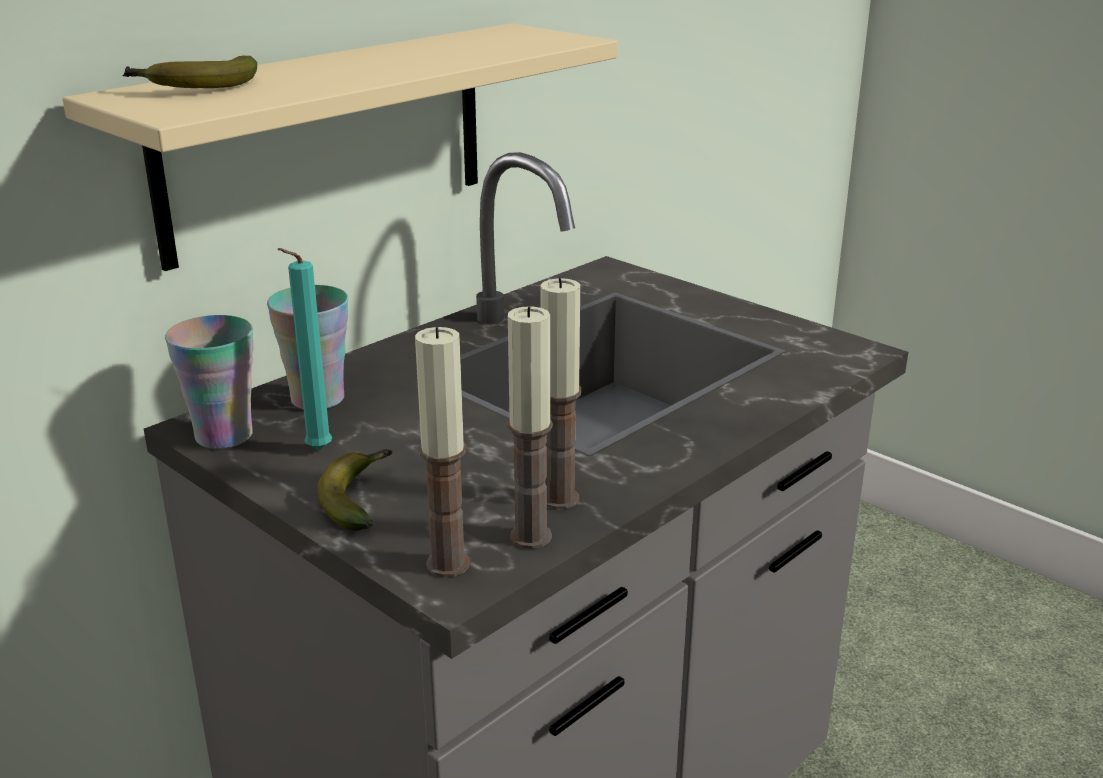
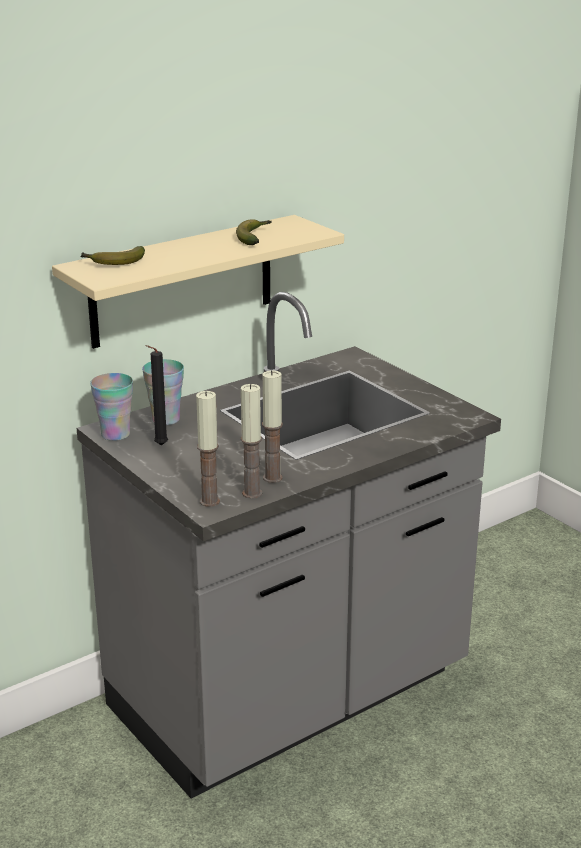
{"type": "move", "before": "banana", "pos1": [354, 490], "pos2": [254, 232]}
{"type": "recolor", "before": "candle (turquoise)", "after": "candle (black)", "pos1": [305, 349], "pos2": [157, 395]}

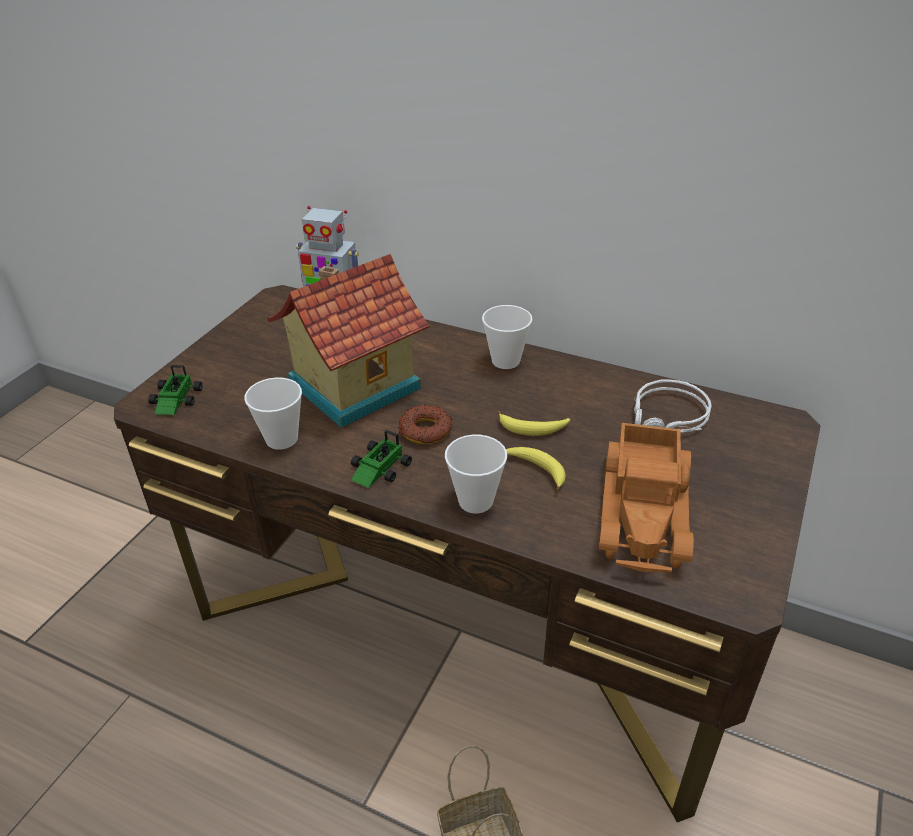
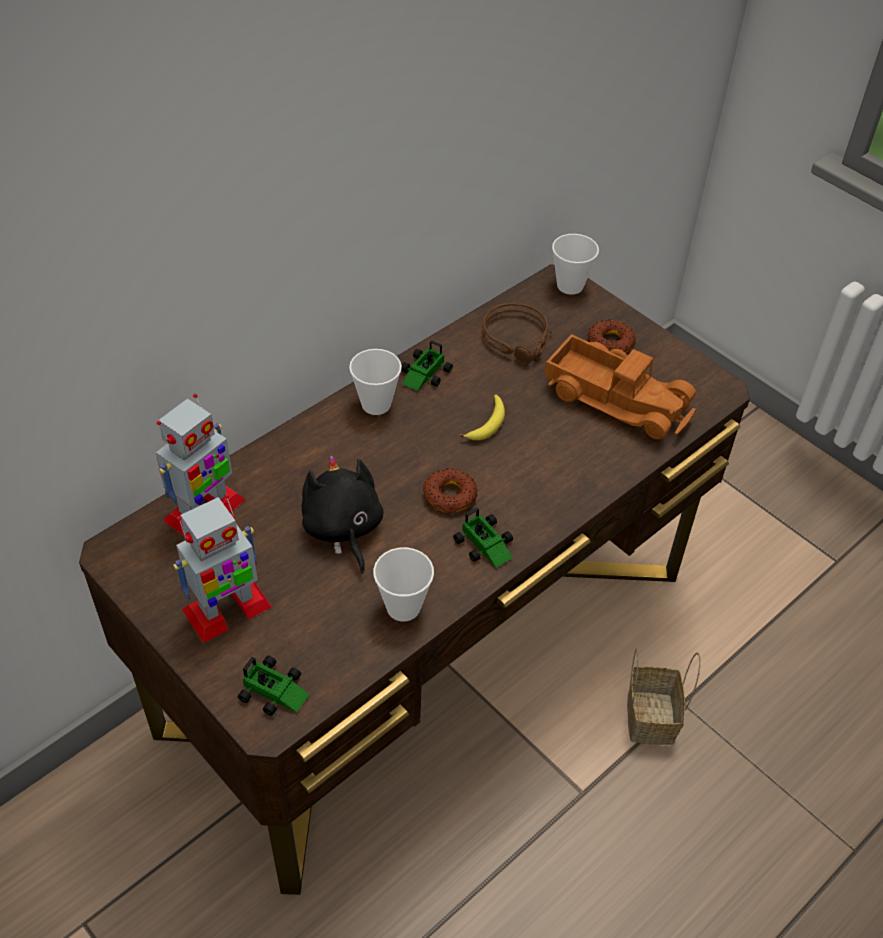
{"type": "delete", "before": "banana", "pos1": [536, 469]}
{"type": "insert", "after": "toy robot", "pos2": [222, 568]}
{"type": "insert", "after": "toy car", "pos2": [427, 365]}
{"type": "insert", "after": "donut", "pos2": [612, 336]}
{"type": "move", "before": "cup", "pos1": [476, 474], "pos2": [575, 264]}
{"type": "replace", "before": "toy house", "after": "plush toy (black)", "pos1": [348, 341], "pos2": [342, 515]}
{"type": "recolor", "before": "headphones (grey)", "after": "headphones (brown)", "pos1": [672, 406], "pos2": [518, 333]}

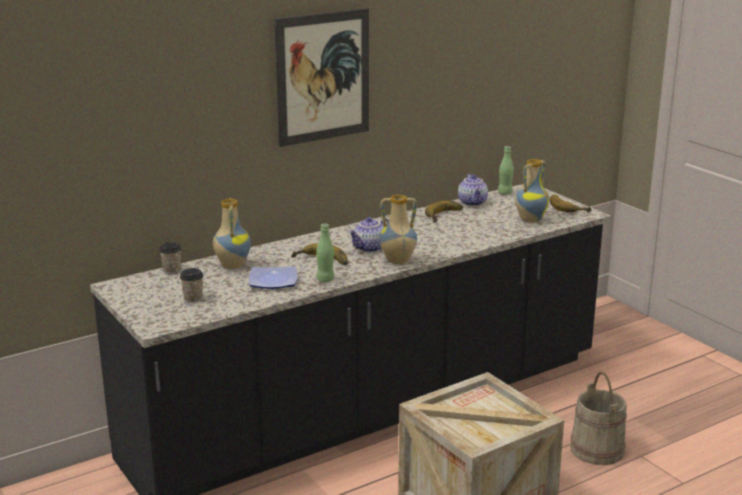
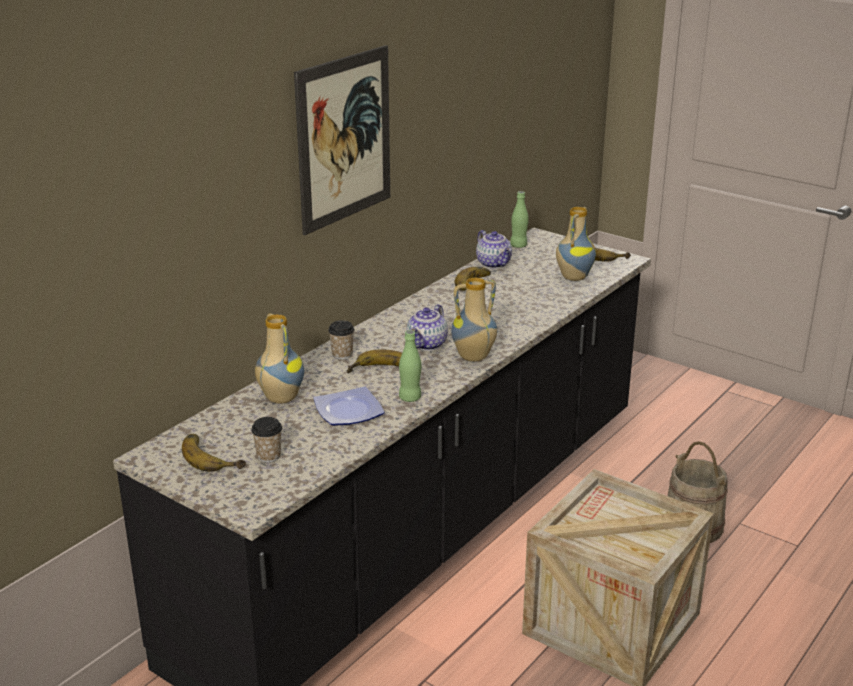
{"type": "insert", "after": "banana", "pos2": [214, 453]}
{"type": "move", "before": "cup", "pos1": [170, 258], "pos2": [341, 339]}

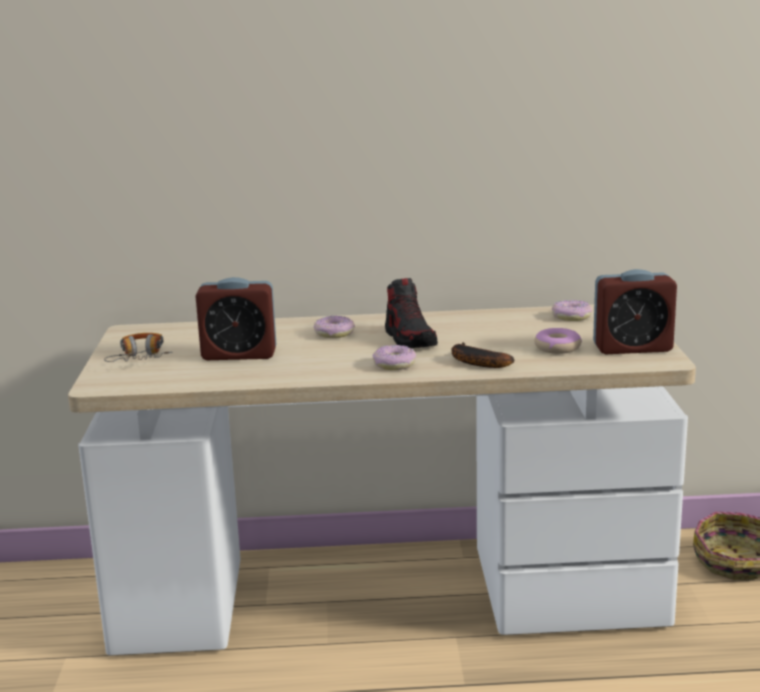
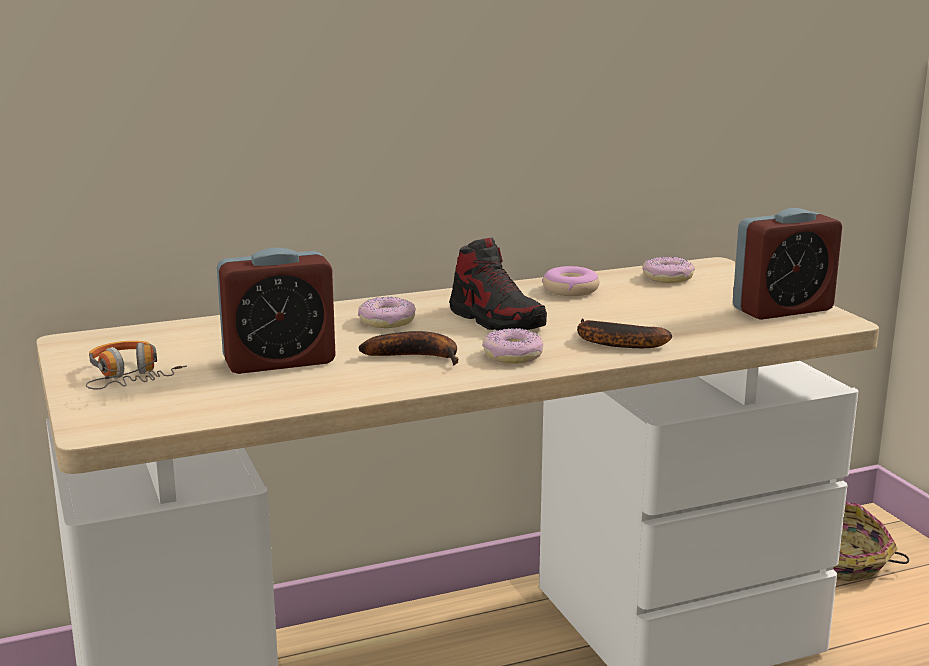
{"type": "insert", "after": "banana", "pos2": [408, 348]}
{"type": "move", "before": "donut", "pos1": [558, 341], "pos2": [571, 281]}

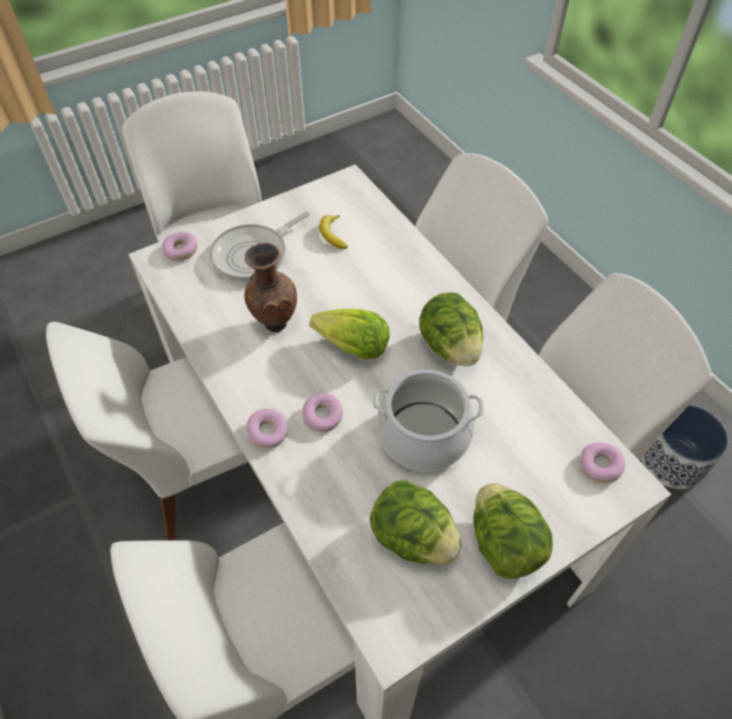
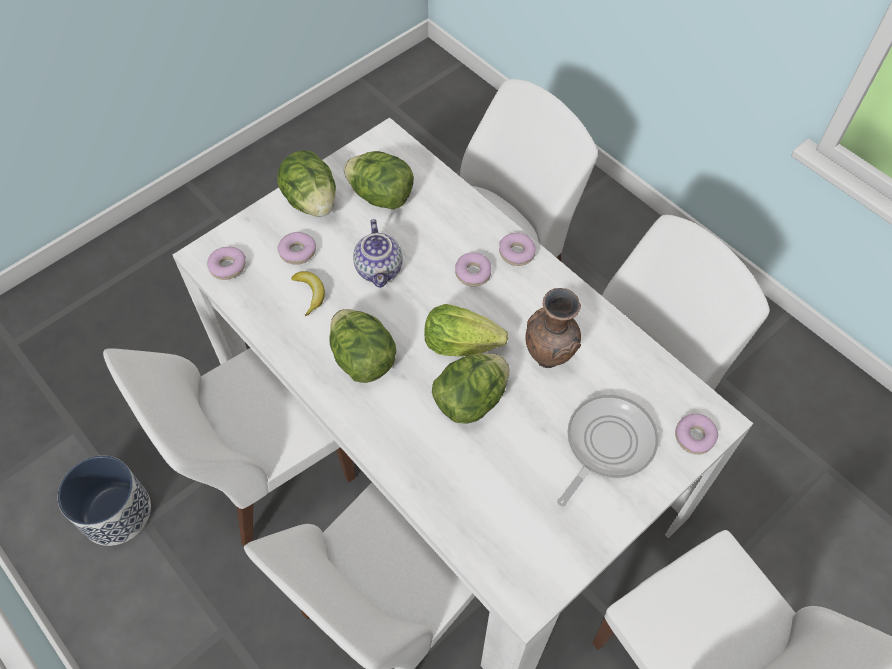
{"type": "insert", "after": "donut", "pos2": [297, 248]}
{"type": "insert", "after": "lettuce", "pos2": [470, 388]}
{"type": "move", "before": "banana", "pos1": [333, 232], "pos2": [308, 293]}
{"type": "replace", "before": "cooking pot", "after": "teapot", "pos1": [428, 420], "pos2": [378, 253]}

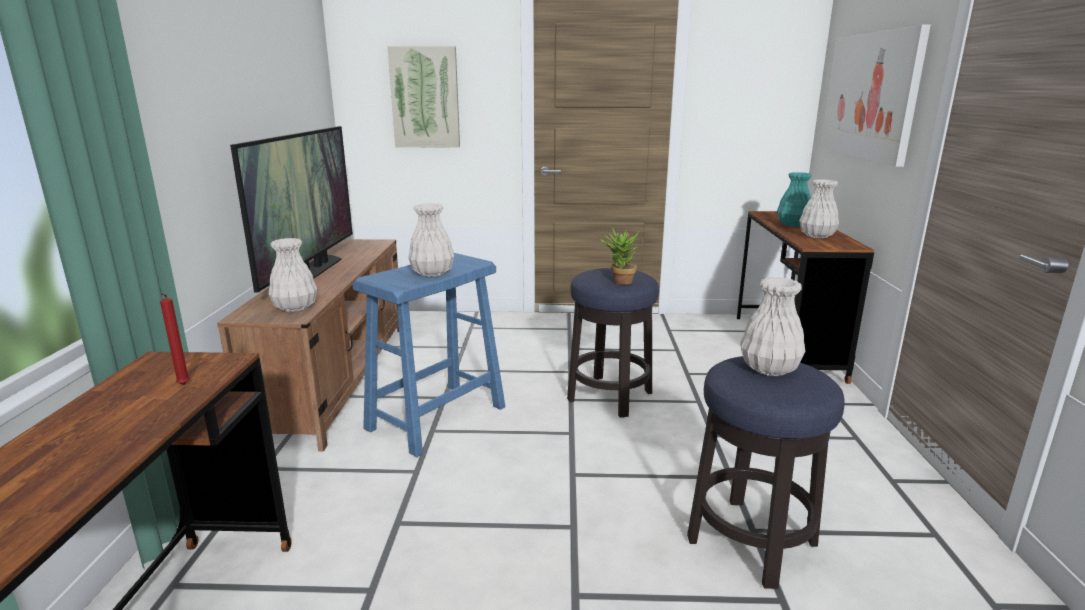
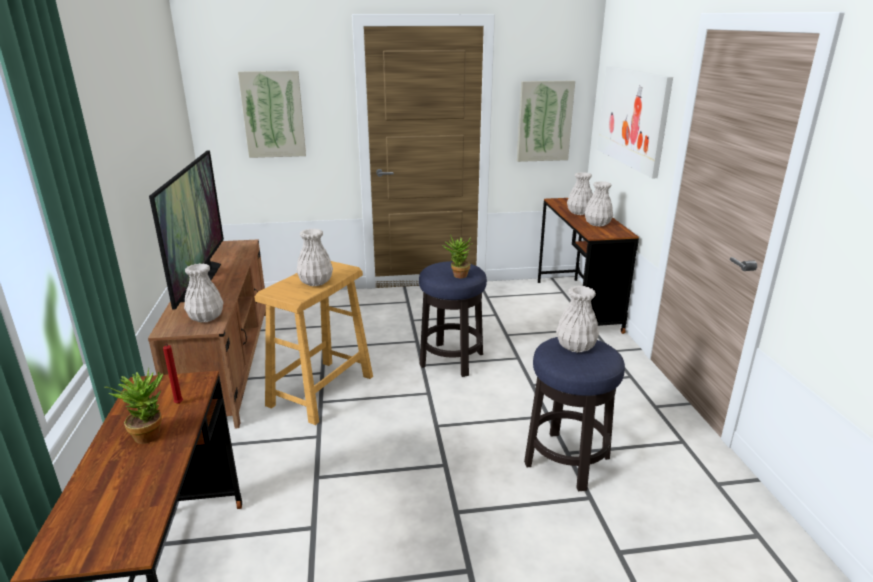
{"type": "insert", "after": "potted plant", "pos2": [133, 406]}
{"type": "insert", "after": "picture", "pos2": [546, 121]}
{"type": "recolor", "before": "stool (blue)", "after": "stool (beige)", "pos1": [429, 355], "pos2": [314, 343]}
{"type": "recolor", "before": "vase (turquoise)", "after": "vase (white)", "pos1": [794, 199], "pos2": [580, 193]}

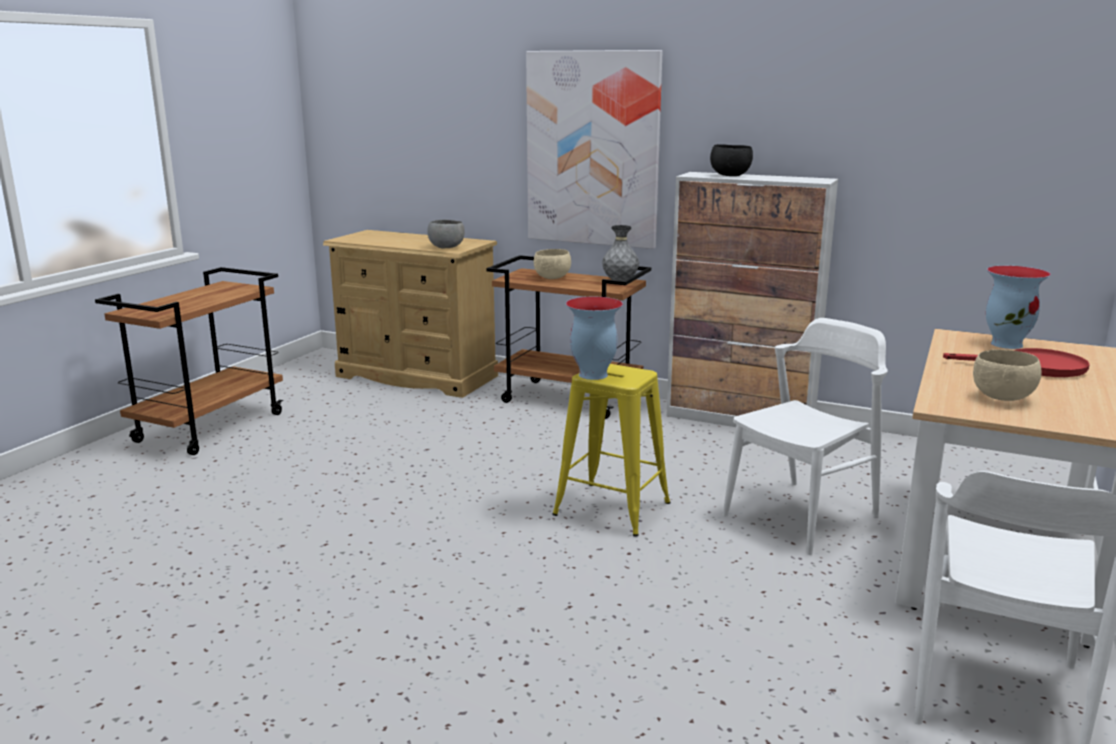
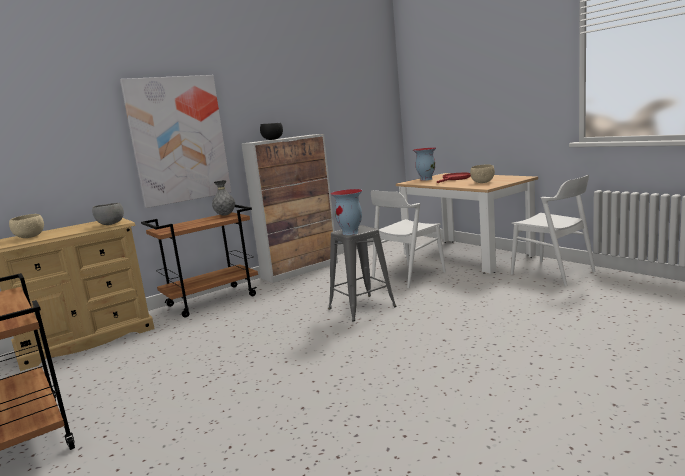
{"type": "move", "before": "bowl (beige)", "pos1": [552, 264], "pos2": [26, 226]}
{"type": "recolor", "before": "stool (yellow)", "after": "stool (grey)", "pos1": [611, 450], "pos2": [362, 273]}
{"type": "rotate", "before": "chair (white)", "pos1": [805, 436], "pos2": [408, 239], "turn": -120}

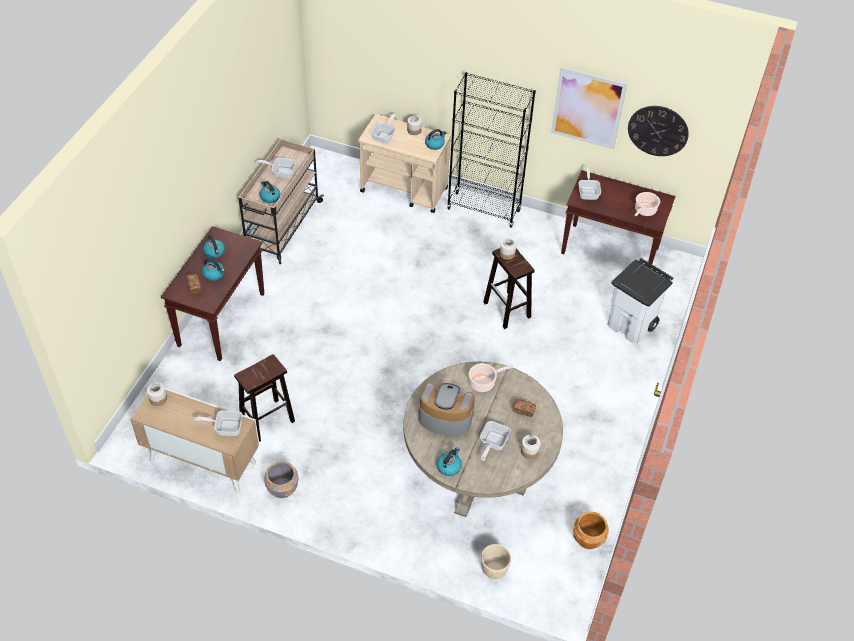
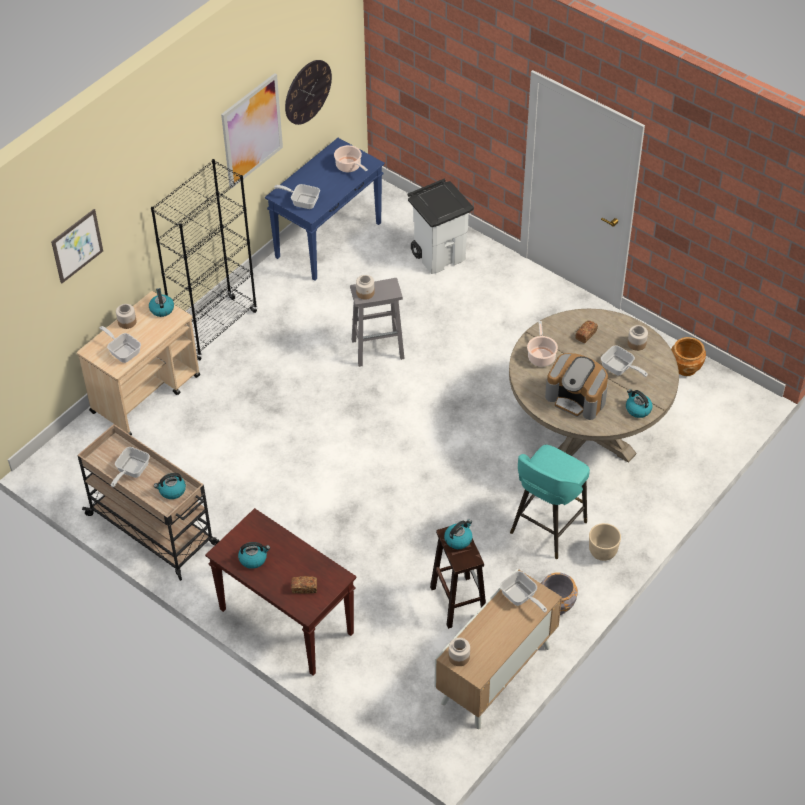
{"type": "insert", "after": "picture", "pos2": [77, 246]}
{"type": "insert", "after": "stool (turquoise)", "pos2": [550, 502]}
{"type": "move", "before": "kettle", "pos1": [213, 269], "pos2": [458, 534]}
{"type": "move", "before": "planter (beige)", "pos1": [496, 561], "pos2": [605, 542]}
{"type": "recolor", "before": "stool (brown)", "after": "stool (grey)", "pos1": [509, 288], "pos2": [377, 322]}
{"type": "recolor", "before": "console table (brown)", "after": "console table (blue)", "pos1": [618, 219], "pos2": [325, 209]}
{"type": "rotate", "before": "frying pan", "pos1": [218, 423], "pos2": [523, 591], "turn": -60}
{"type": "rotate", "before": "coffee machine", "pos1": [446, 409], "pos2": [576, 386], "turn": -90}

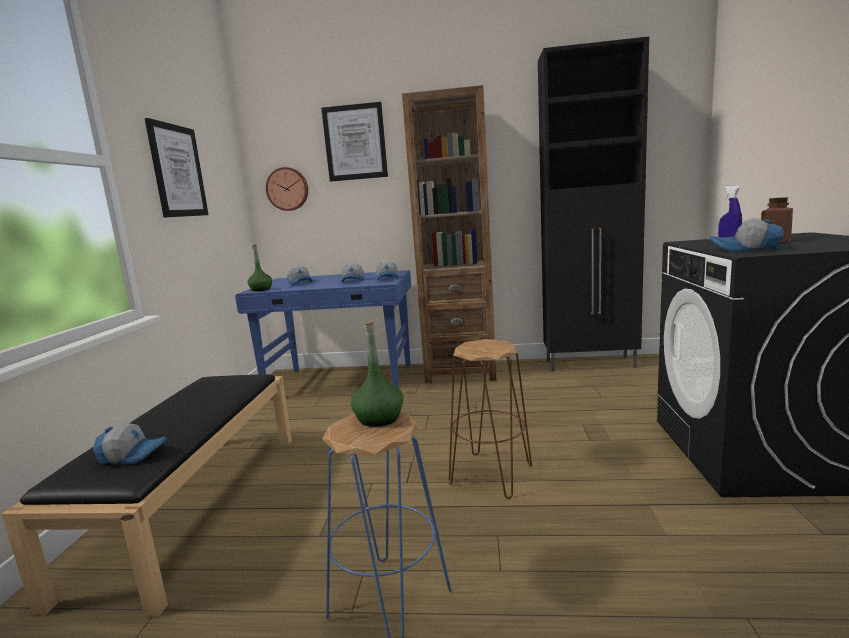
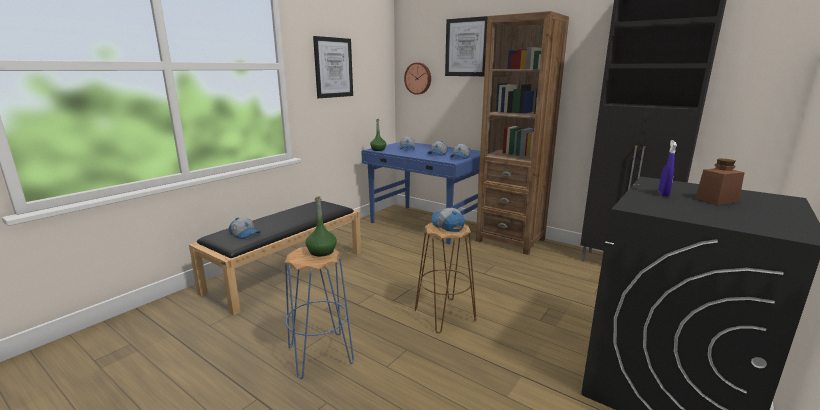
{"type": "move", "before": "cap", "pos1": [747, 235], "pos2": [448, 220]}

